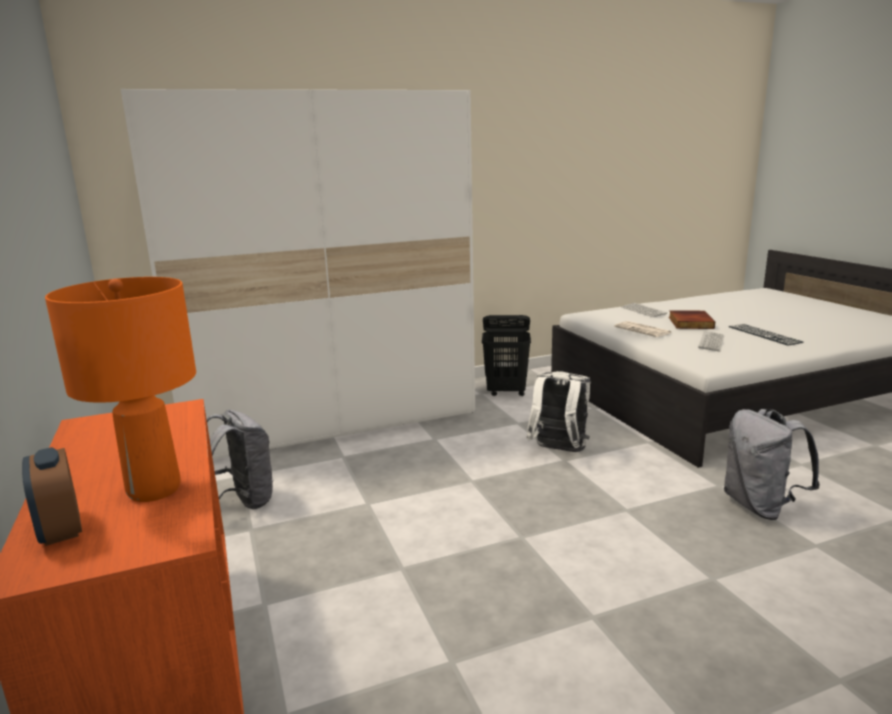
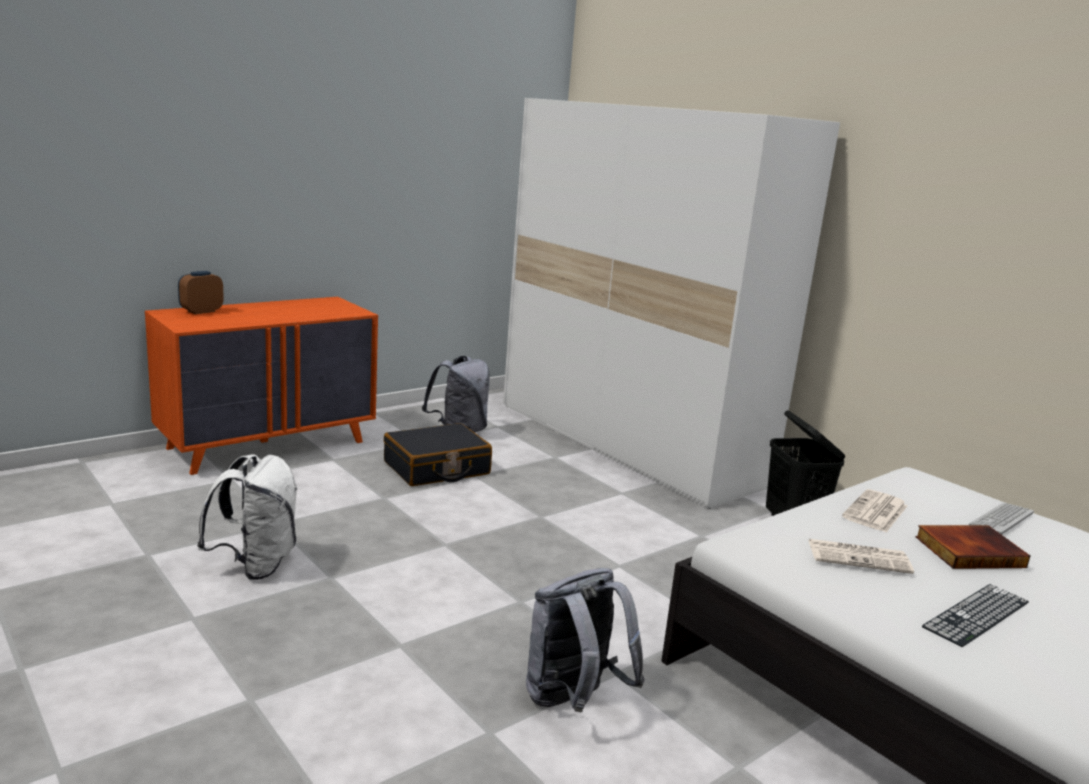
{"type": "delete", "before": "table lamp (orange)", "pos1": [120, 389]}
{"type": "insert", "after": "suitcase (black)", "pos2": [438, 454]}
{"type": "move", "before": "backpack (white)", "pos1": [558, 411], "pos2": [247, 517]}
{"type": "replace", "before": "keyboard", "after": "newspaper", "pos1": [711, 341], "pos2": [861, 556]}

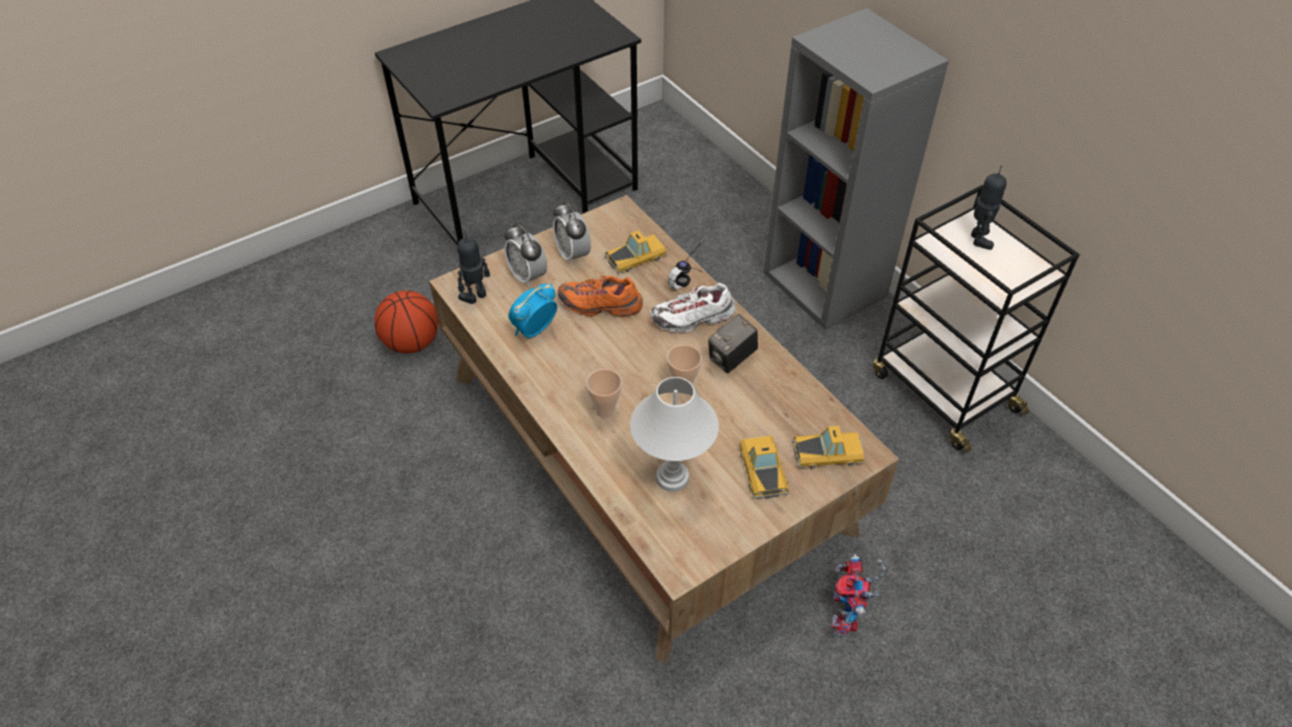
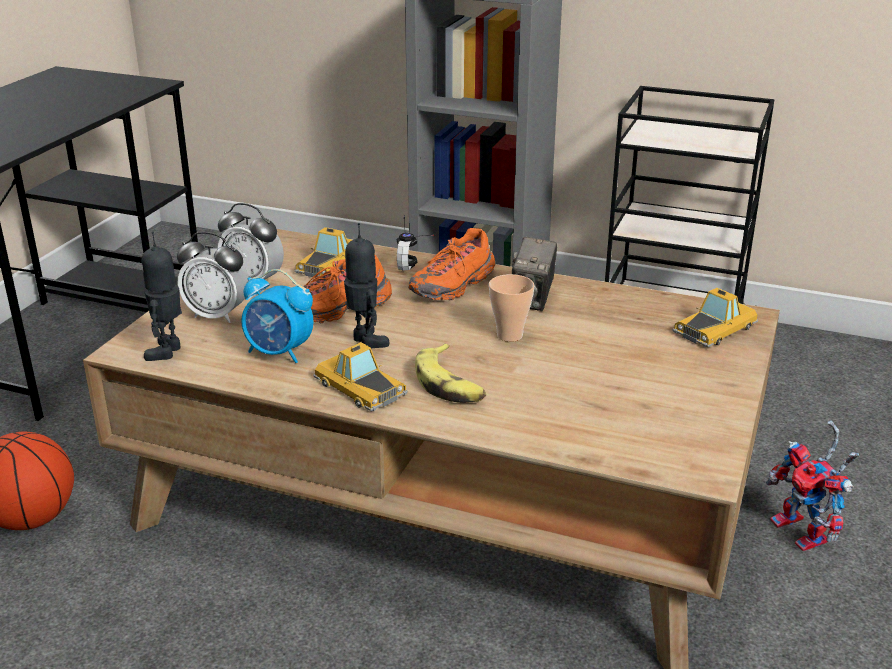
{"type": "delete", "before": "table lamp (white)", "pos1": [674, 434]}
{"type": "move", "before": "toy car", "pos1": [764, 467], "pos2": [360, 376]}
{"type": "move", "before": "toy robot", "pos1": [989, 208], "pos2": [366, 285]}
{"type": "replace", "before": "cup", "after": "banana", "pos1": [604, 393], "pos2": [450, 373]}
{"type": "recolor", "before": "shoe (white)", "after": "shoe (orange)", "pos1": [693, 308], "pos2": [451, 264]}
{"type": "rotate", "before": "alarm clock", "pos1": [532, 311], "pos2": [277, 316], "turn": -75}

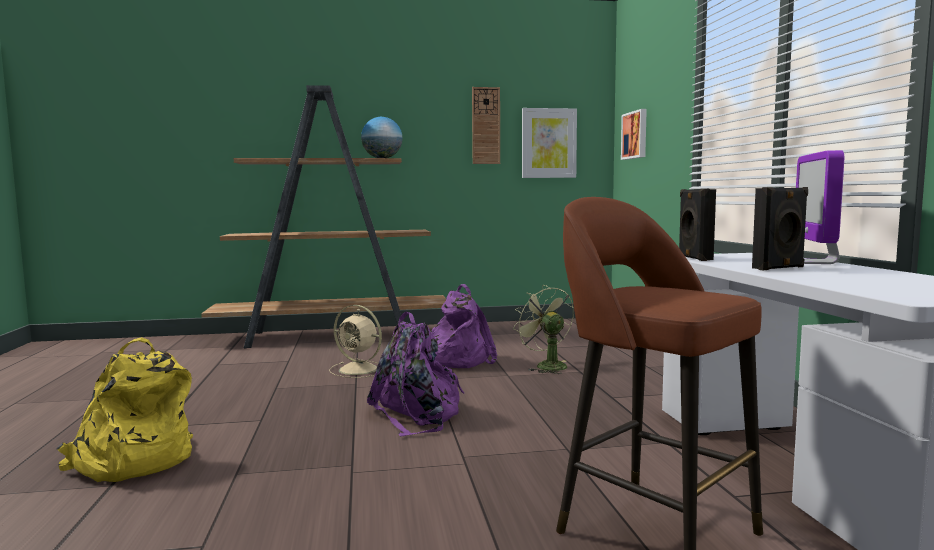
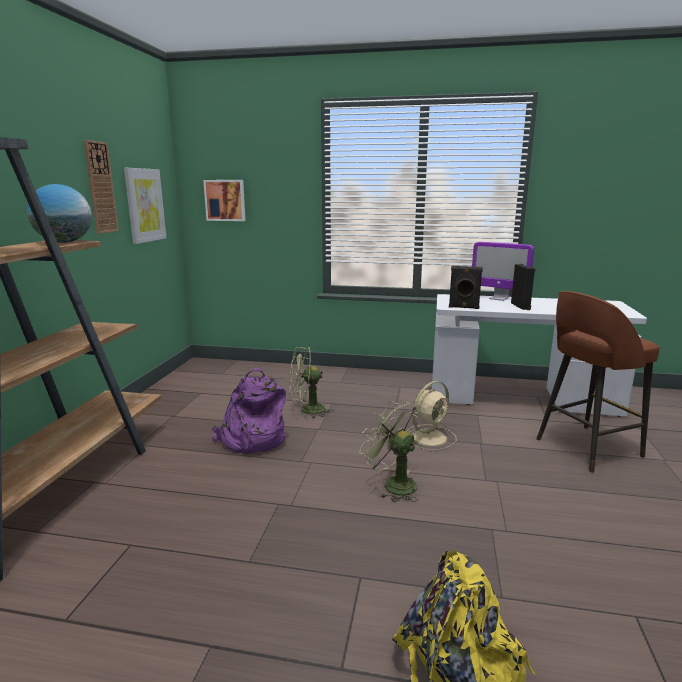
{"type": "move", "before": "fan (beige)", "pos1": [355, 341], "pos2": [431, 415]}
{"type": "replace", "before": "backpack (purple)", "after": "fan (green)", "pos1": [415, 374], "pos2": [389, 451]}

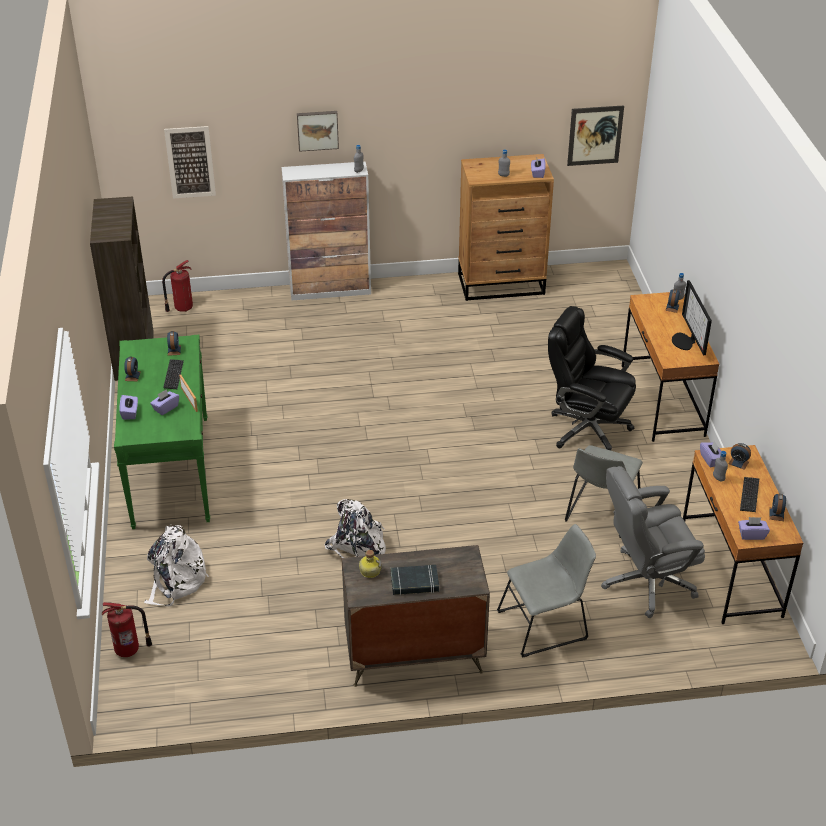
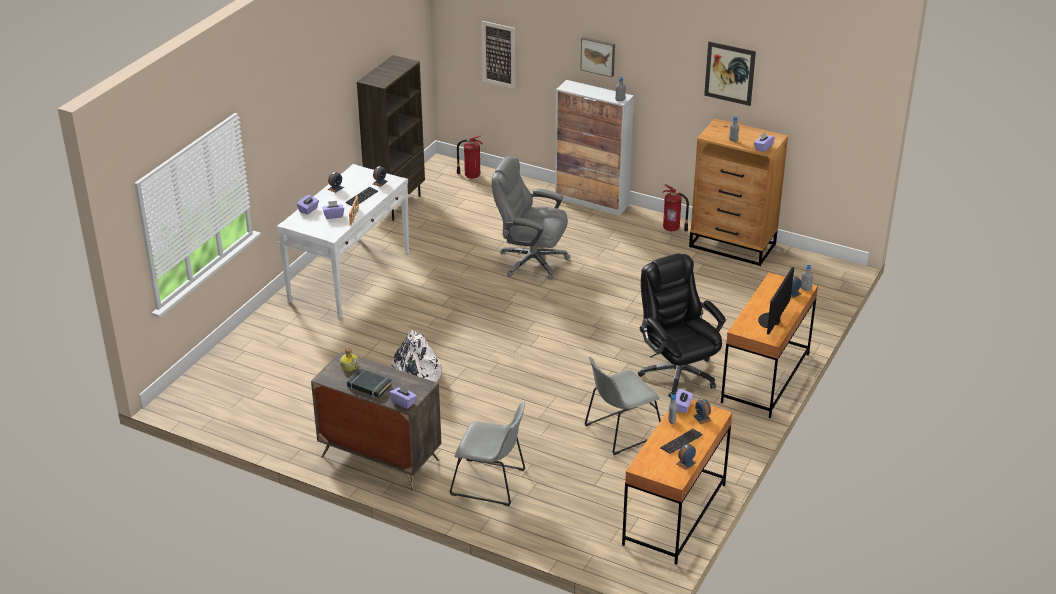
{"type": "delete", "before": "backpack (white)", "pos1": [176, 565]}
{"type": "move", "before": "fire extinguisher", "pos1": [127, 629], "pos2": [675, 207]}
{"type": "move", "before": "picture", "pos1": [595, 135], "pos2": [730, 73]}
{"type": "move", "before": "office chair (grey)", "pos1": [653, 542], "pos2": [531, 218]}
{"type": "move", "before": "tissue box (purple)", "pos1": [754, 528], "pos2": [403, 397]}
{"type": "recolor", "before": "console table (green)", "after": "console table (white)", "pos1": [162, 432], "pos2": [343, 241]}

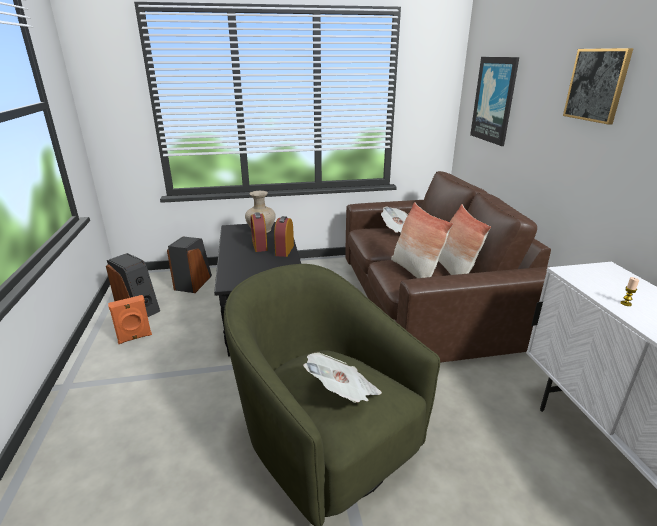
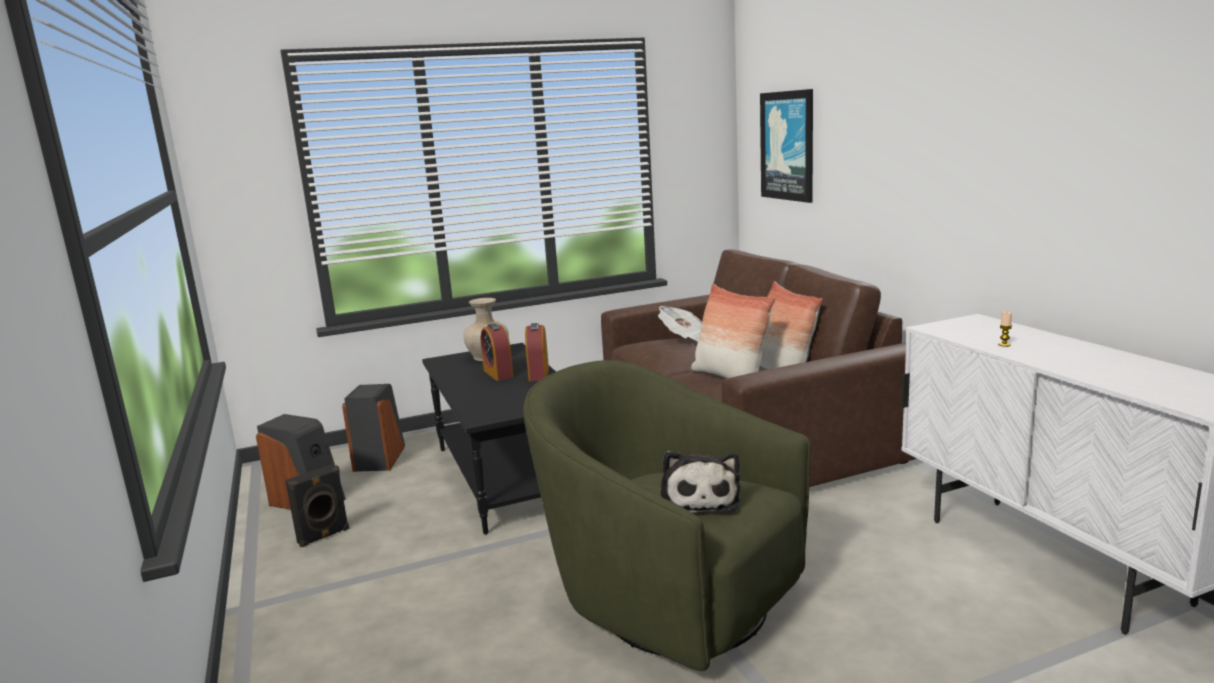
{"type": "delete", "before": "picture", "pos1": [598, 86]}
{"type": "replace", "before": "newspaper", "after": "plush toy", "pos1": [342, 378], "pos2": [701, 482]}
{"type": "recolor", "before": "speaker (orange)", "after": "speaker (black)", "pos1": [130, 319], "pos2": [317, 505]}

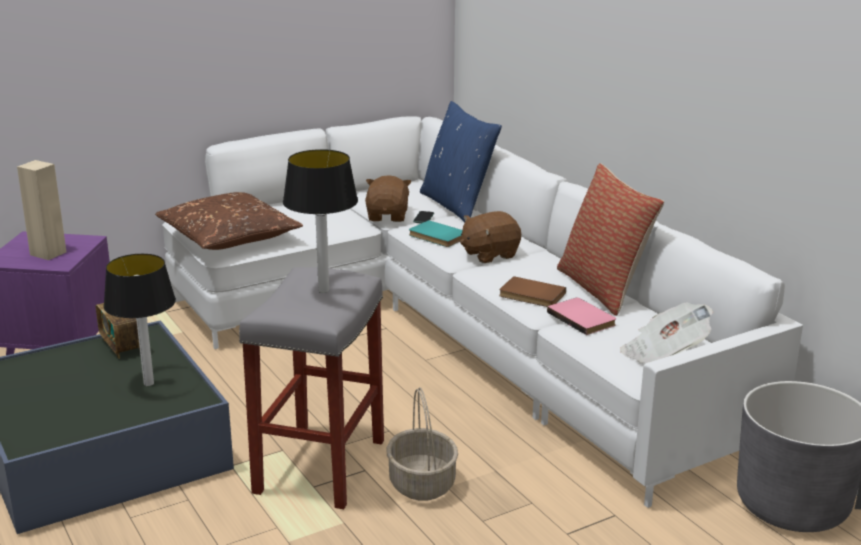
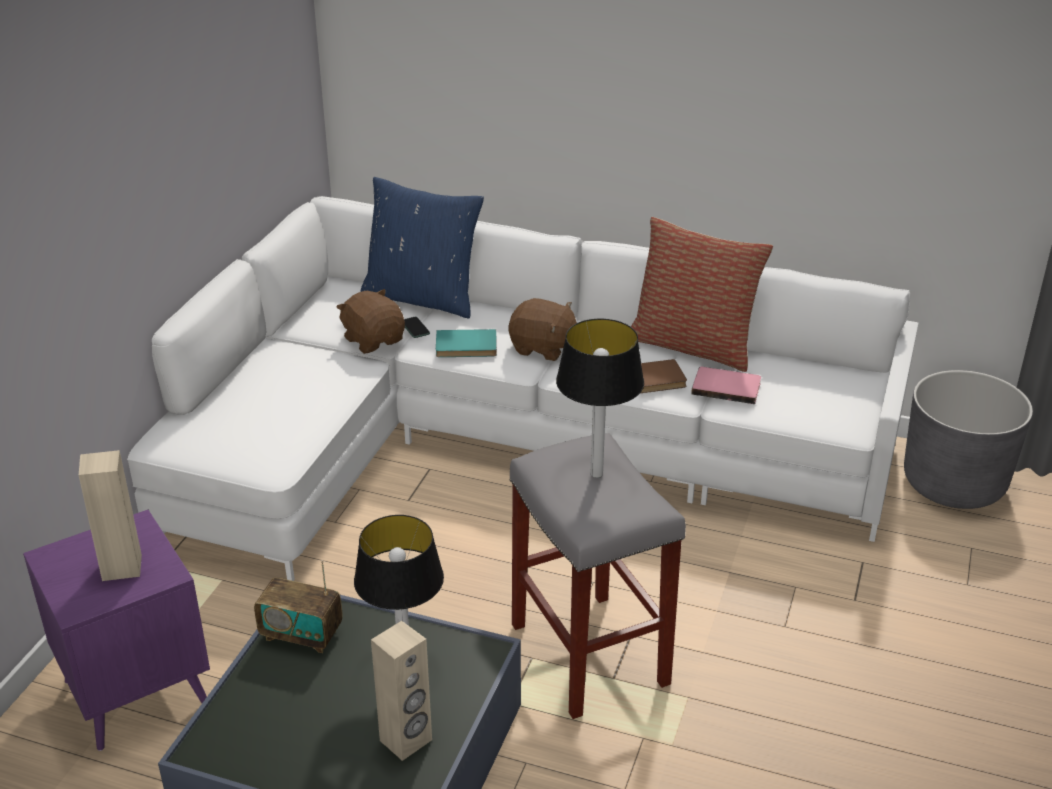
{"type": "delete", "before": "pillow (brown)", "pos1": [229, 221]}
{"type": "delete", "before": "basket", "pos1": [422, 444]}
{"type": "delete", "before": "newspaper", "pos1": [667, 332]}
{"type": "insert", "after": "speaker (beige)", "pos2": [401, 691]}
{"type": "rotate", "before": "plush toy (brown)", "pos1": [490, 237], "pos2": [543, 329], "turn": -90}

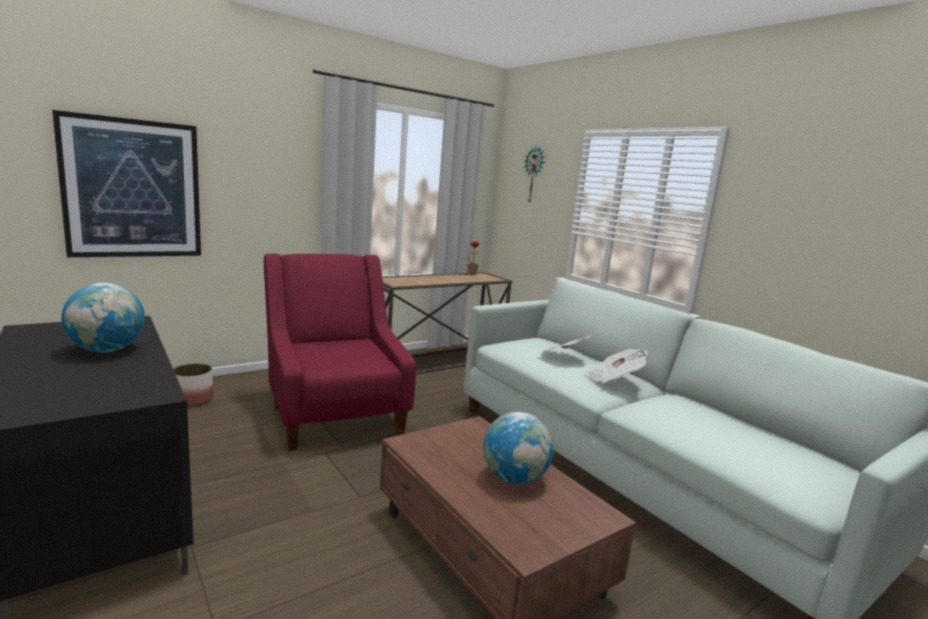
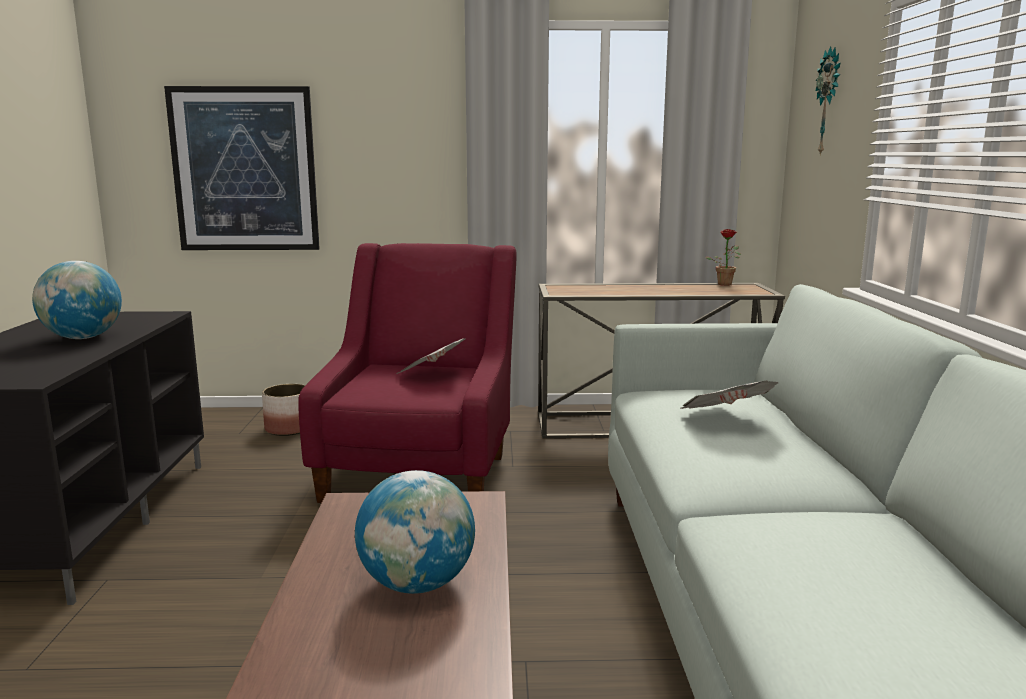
{"type": "move", "before": "newspaper", "pos1": [616, 366], "pos2": [431, 356]}

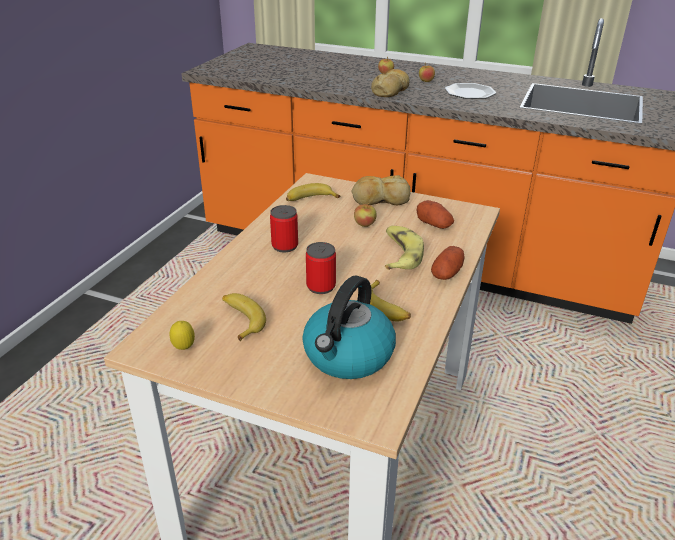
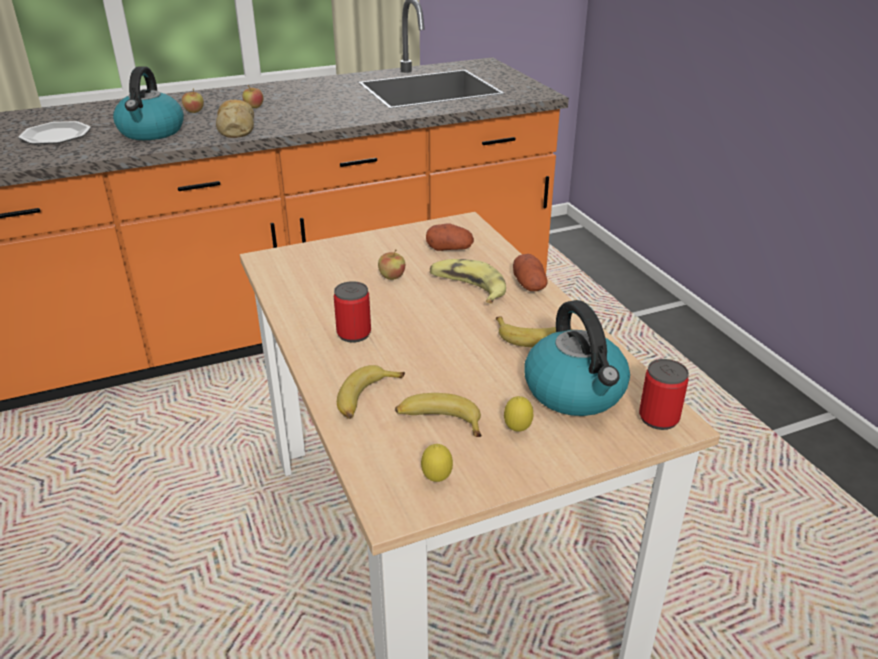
{"type": "delete", "before": "bread", "pos1": [381, 190]}
{"type": "insert", "after": "kettle", "pos2": [148, 103]}
{"type": "insert", "after": "lemon", "pos2": [518, 414]}
{"type": "move", "before": "banana", "pos1": [313, 192], "pos2": [371, 392]}
{"type": "move", "before": "can", "pos1": [321, 268], "pos2": [664, 394]}
{"type": "move", "before": "plate", "pos1": [470, 91], "pos2": [54, 132]}

